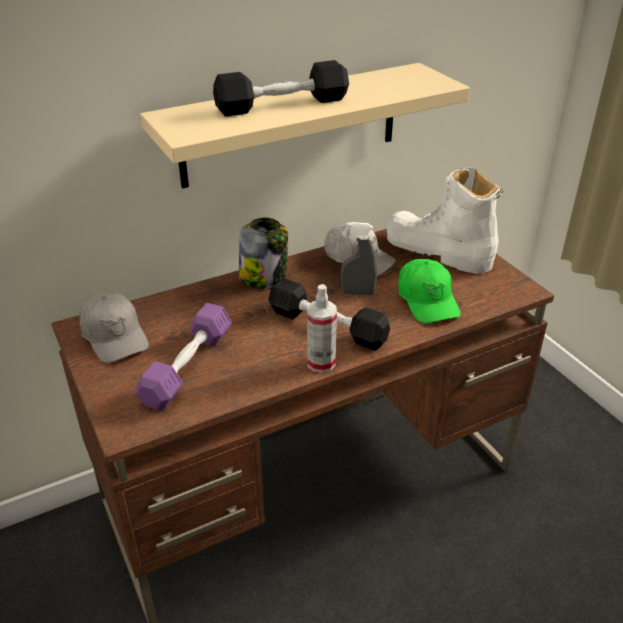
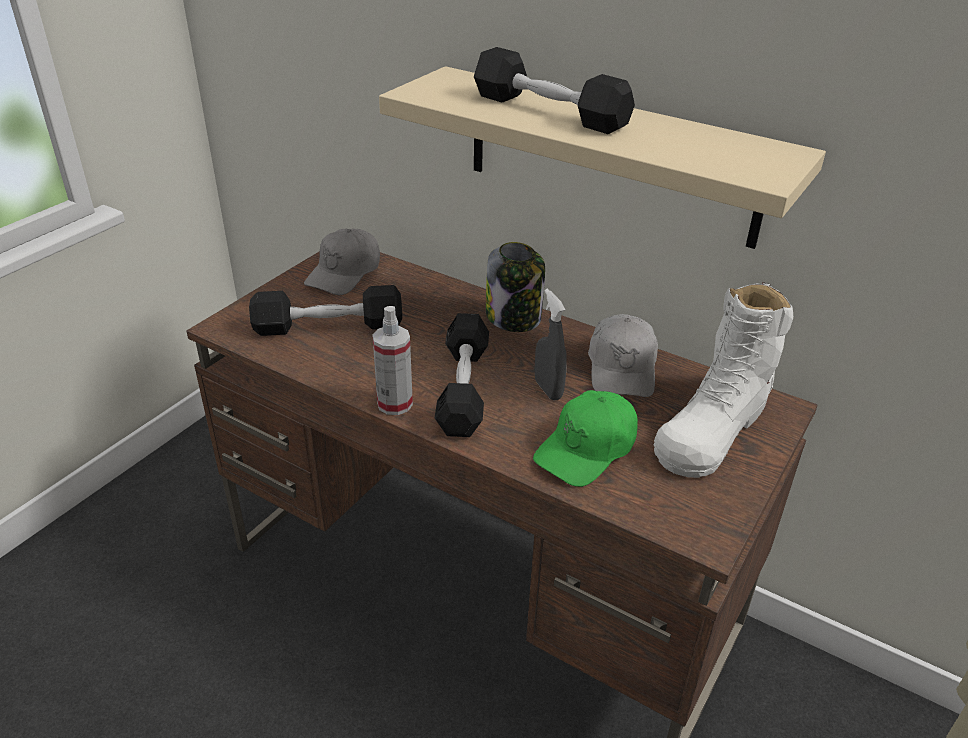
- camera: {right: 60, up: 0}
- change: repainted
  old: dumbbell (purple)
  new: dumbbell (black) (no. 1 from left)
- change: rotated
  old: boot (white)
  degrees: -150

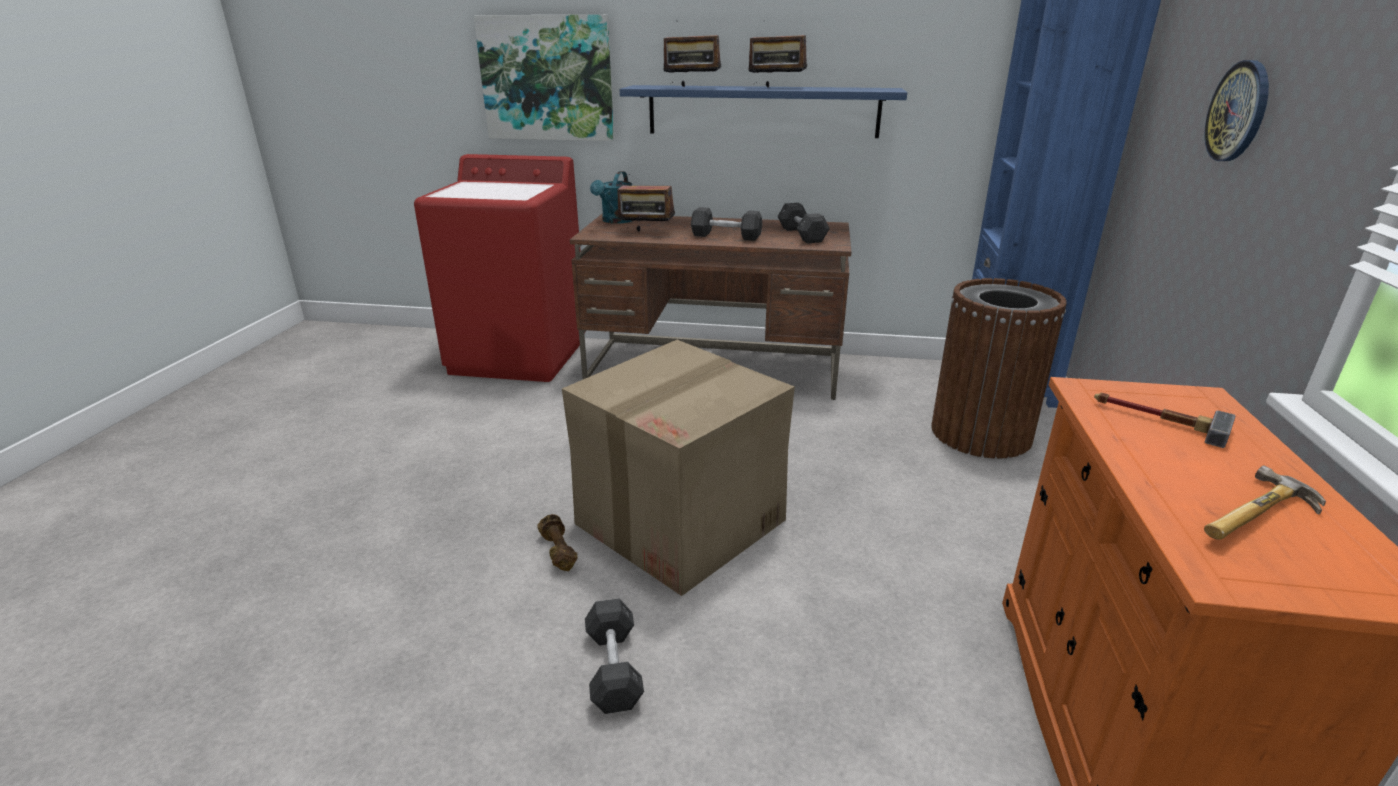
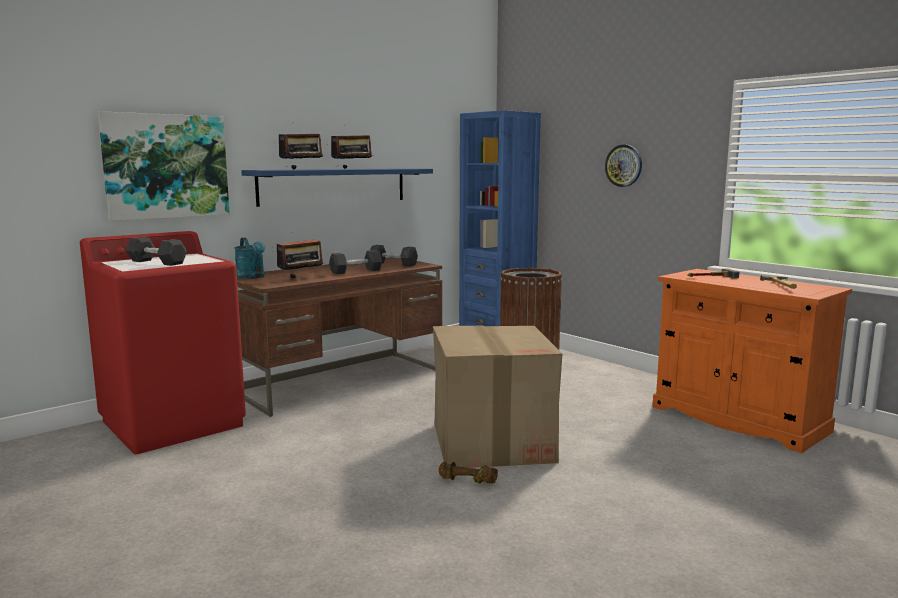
- camera: {right: -50, up: -15}
- change: shifted
  old: dumbbell (grey) (no. 1 from left)

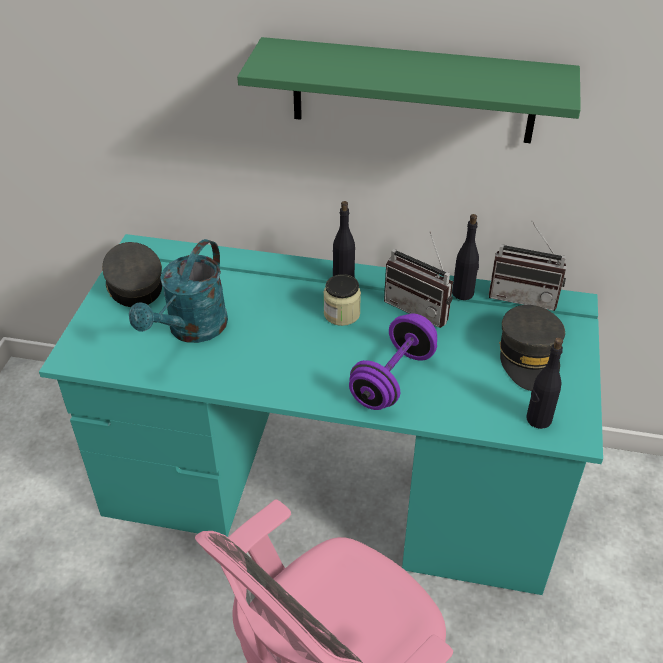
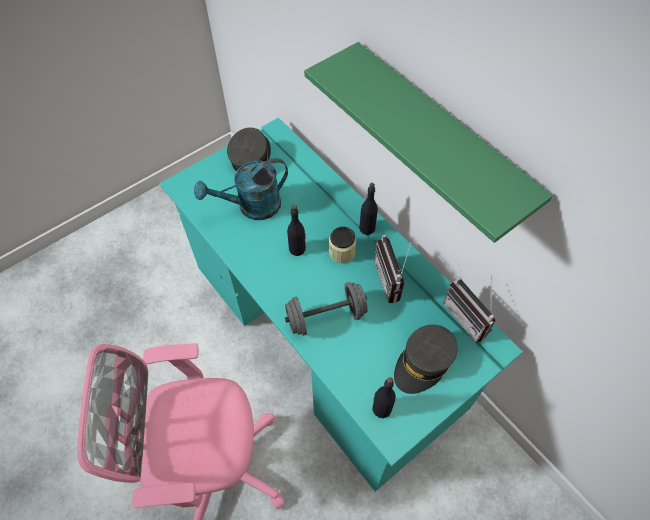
- camera: {right: 40, up: 15}
- change: shifted
  old: bottle (black) (no. 2 from left in the first image)
  new: bottle (black) (no. 1 from left)
- change: repainted
  old: dumbbell (purple)
  new: dumbbell (grey)

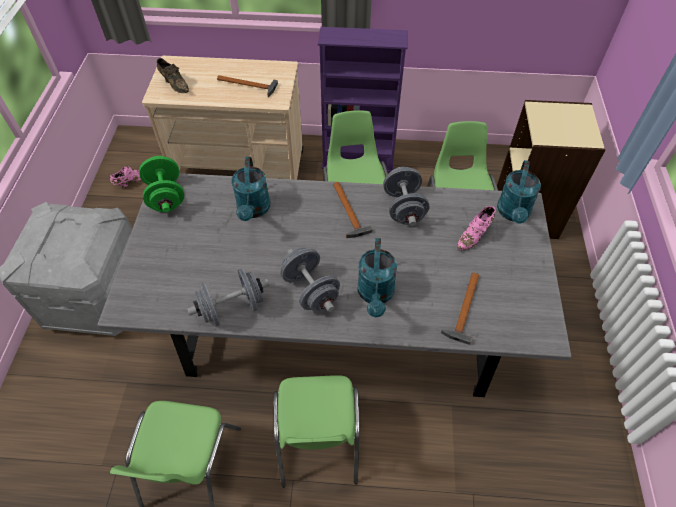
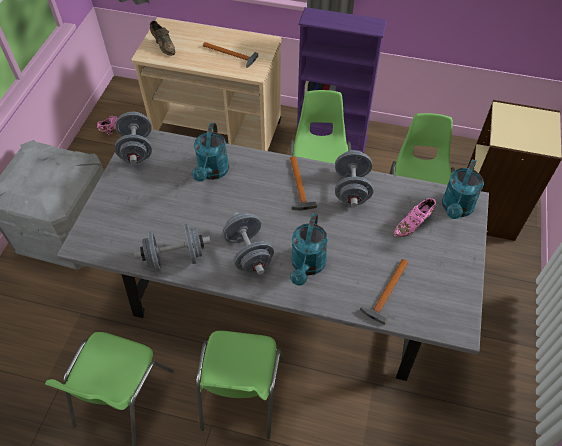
- camera: {right: 10, up: 0}
- change: repainted
  old: dumbbell (green)
  new: dumbbell (grey) (no. 1 from left)

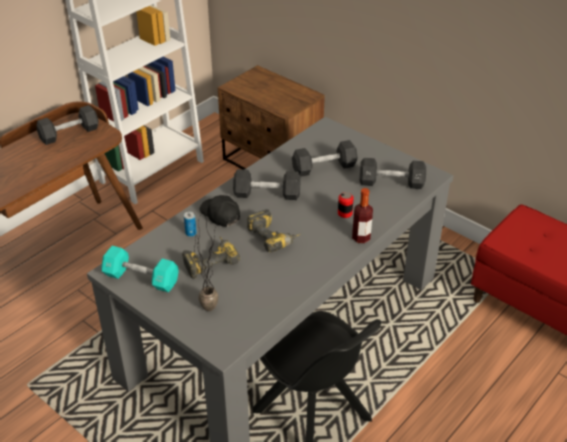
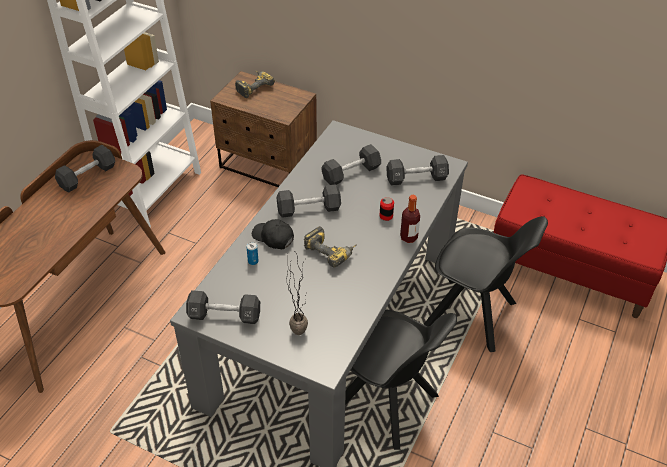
- camera: {right: -15, up: 5}
- change: new
  new: chair (black) (no. 2 from left)
- change: shifted
  old: power drill (no. 1 from left)
- change: repainted
  old: dumbbell (turquoise)
  new: dumbbell (black) (no. 2 from left)

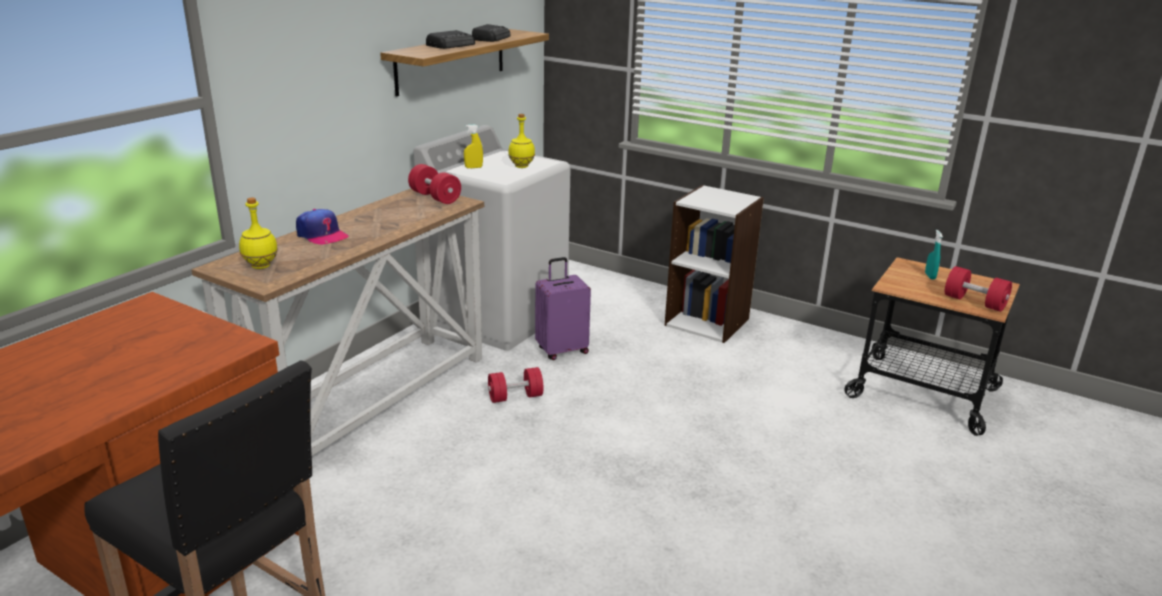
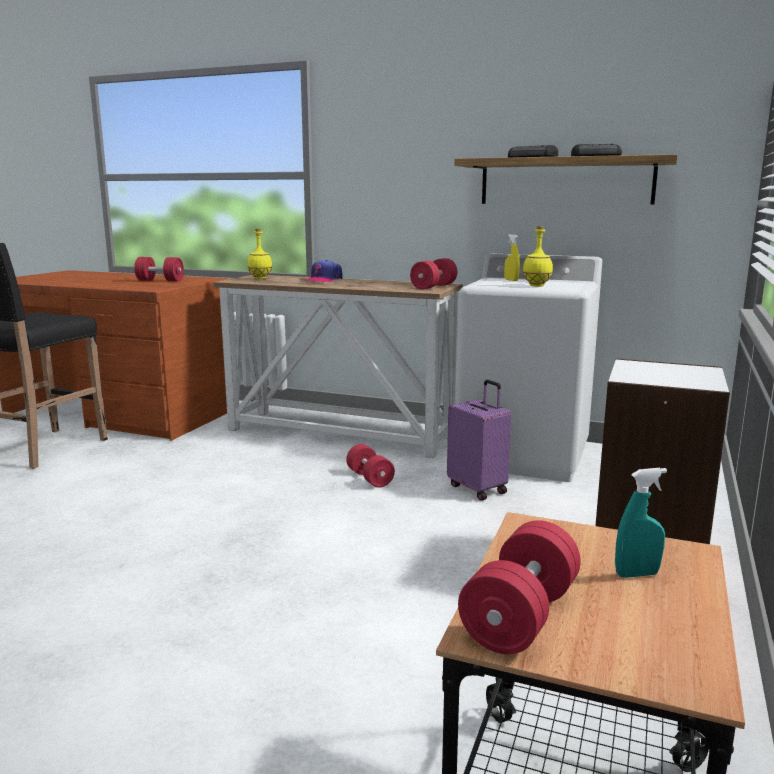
- camera: {right: 80, up: -10}
- change: new
  new: dumbbell (red) (no. 1 from left)

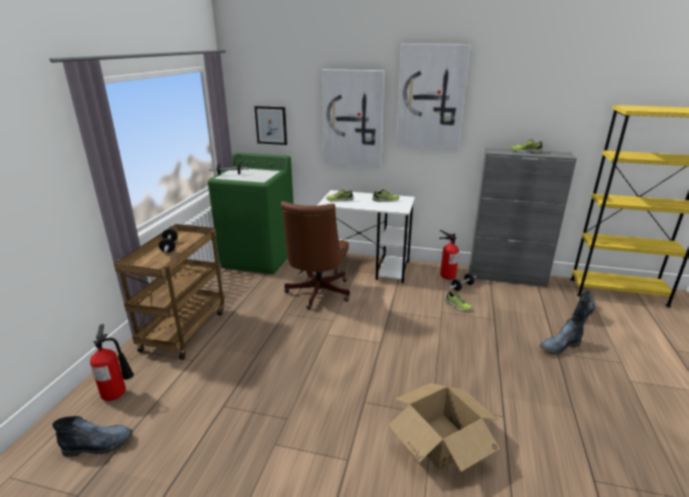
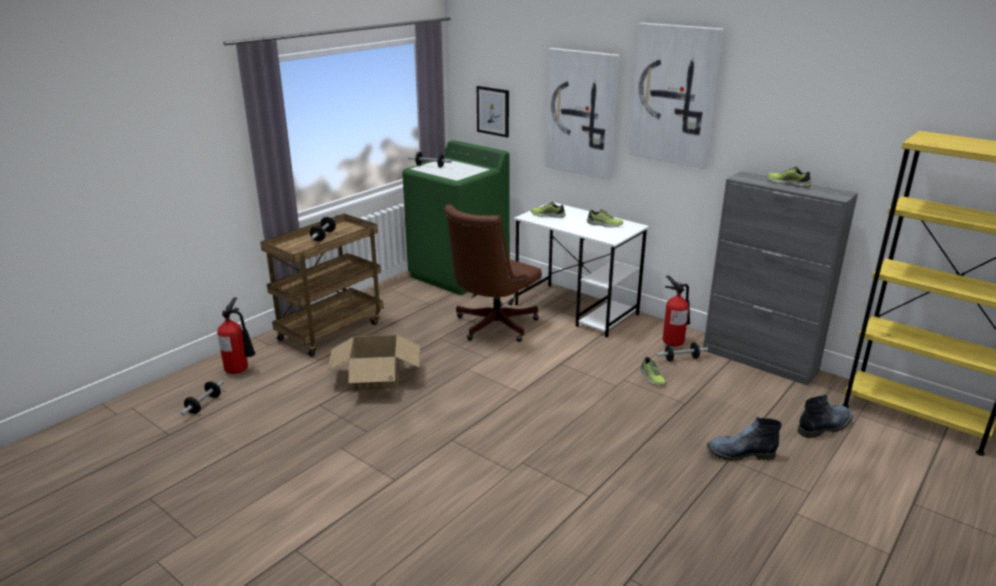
- camera: {right: 25, up: 0}
- change: shifted
  old: cardboard box
- change: swapped
  old: boot (no. 1 from left)
  new: dumbbell (no. 1 from left)

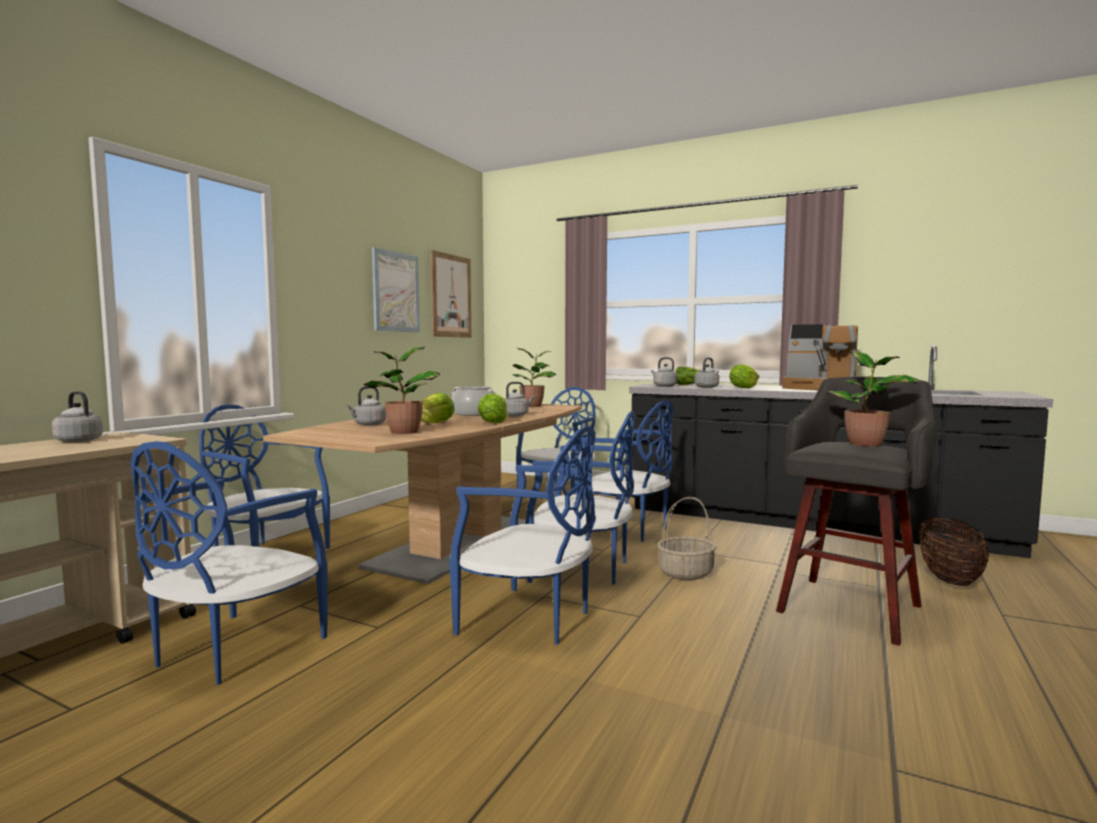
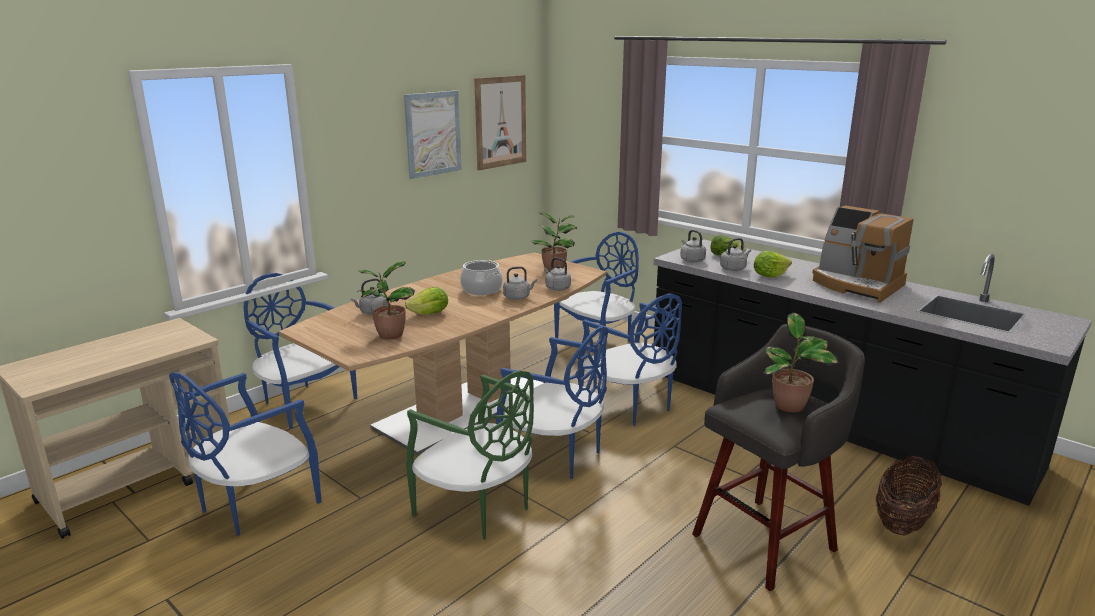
- camera: {right: 15, up: 15}
- change: gone
  old: lettuce (no. 2 from left)
- change: gone
  old: basket (no. 1 from left)
- change: shifted
  old: kettle (grey) (no. 1 from left in the first image)
  new: kettle (grey) (no. 3 from left)
- change: repainted
  old: chair (blue) (no. 3 from left)
  new: chair (green)

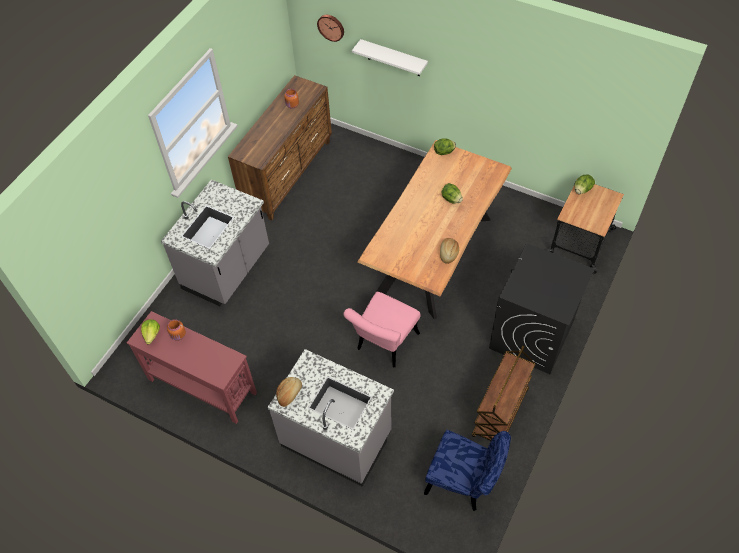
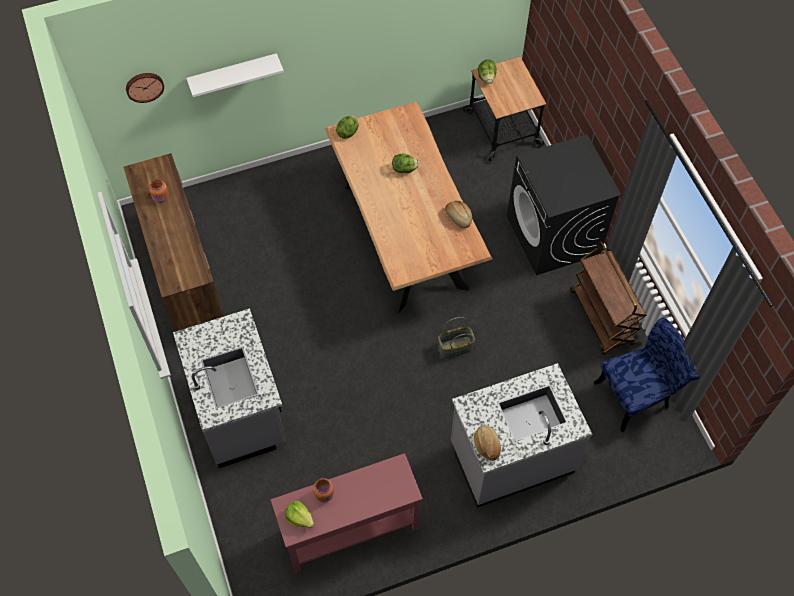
- camera: {right: -50, up: 5}
- change: swapped
  old: chair (pink)
  new: basket

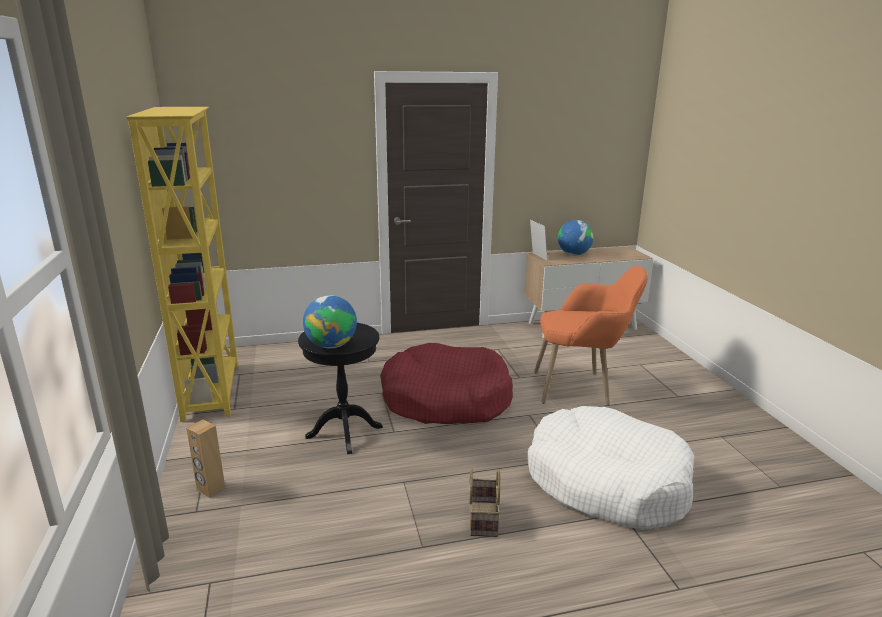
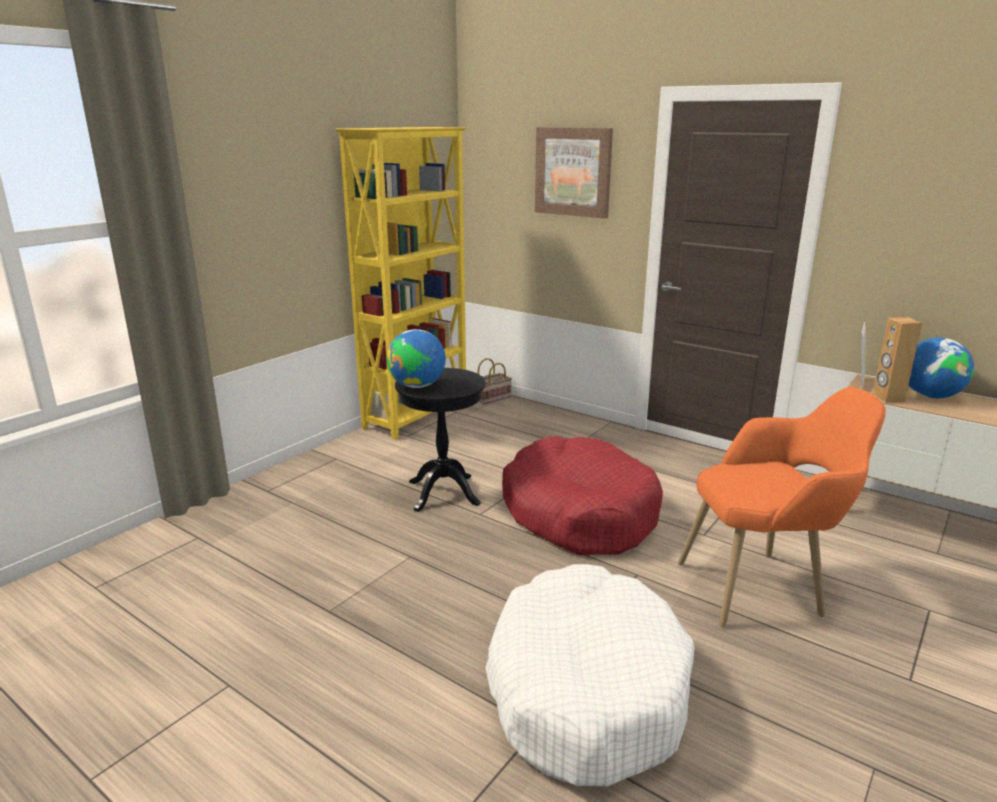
- camera: {right: 50, up: 0}
- change: new
  new: picture
- change: shifted
  old: speaker (brown)
- change: shifted
  old: basket
- change: rotated
  old: armchair (orange)
  degrees: -60

